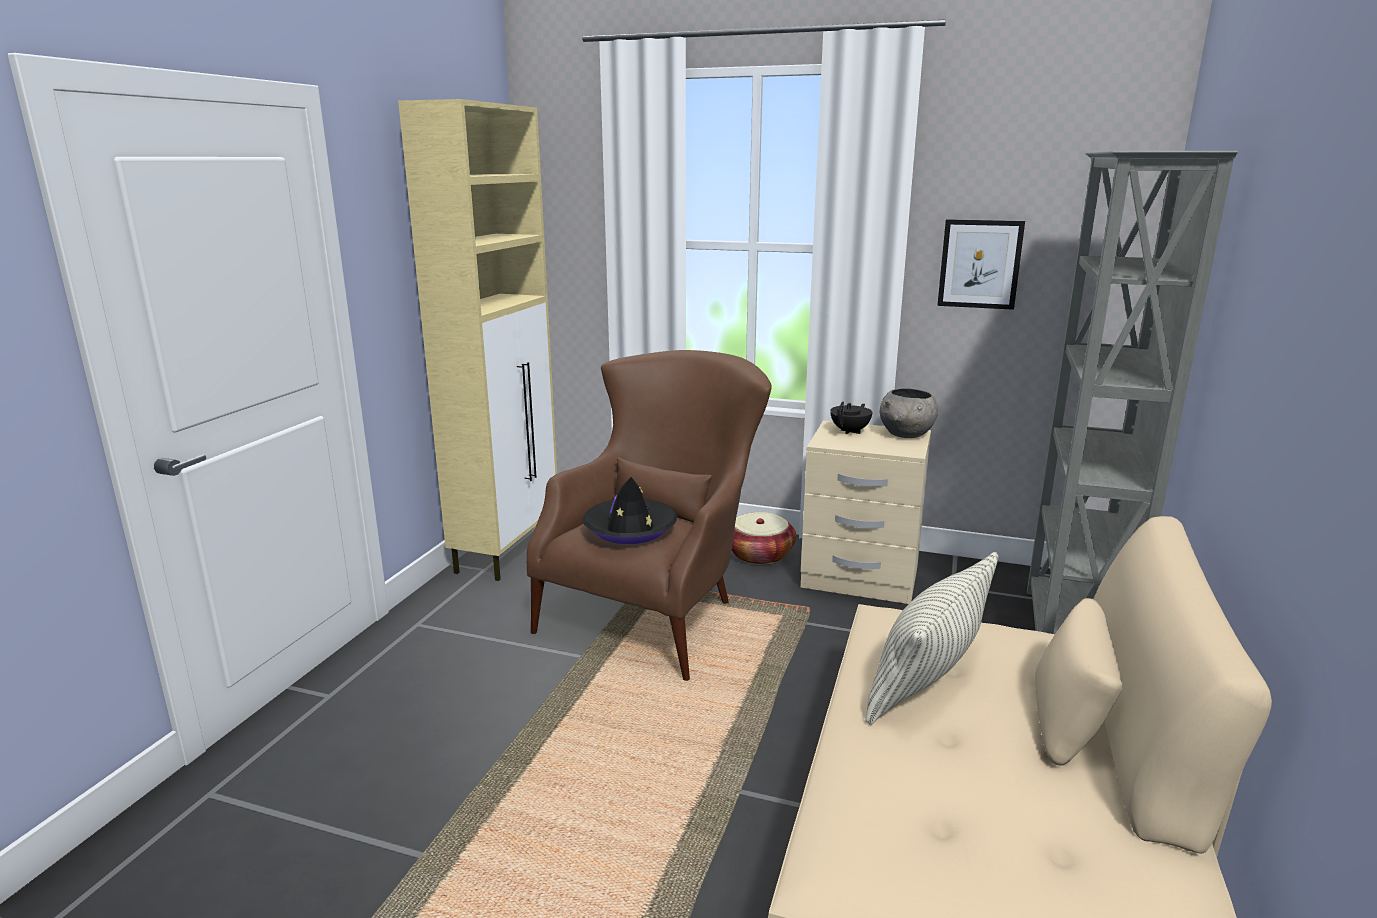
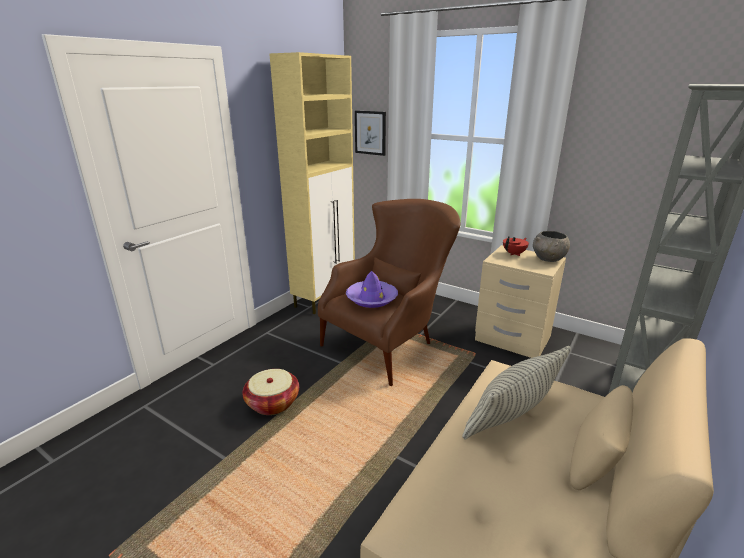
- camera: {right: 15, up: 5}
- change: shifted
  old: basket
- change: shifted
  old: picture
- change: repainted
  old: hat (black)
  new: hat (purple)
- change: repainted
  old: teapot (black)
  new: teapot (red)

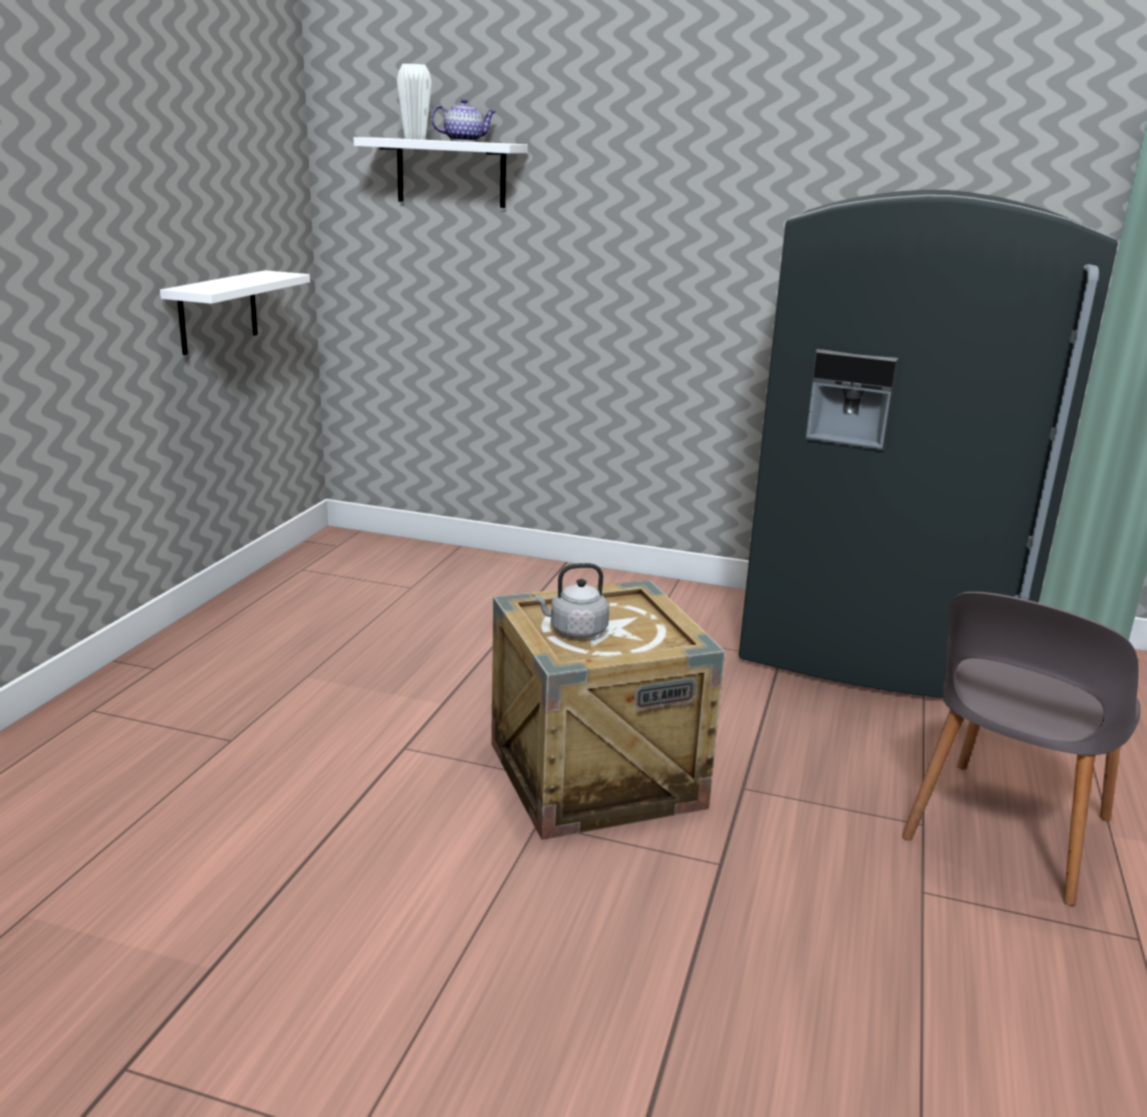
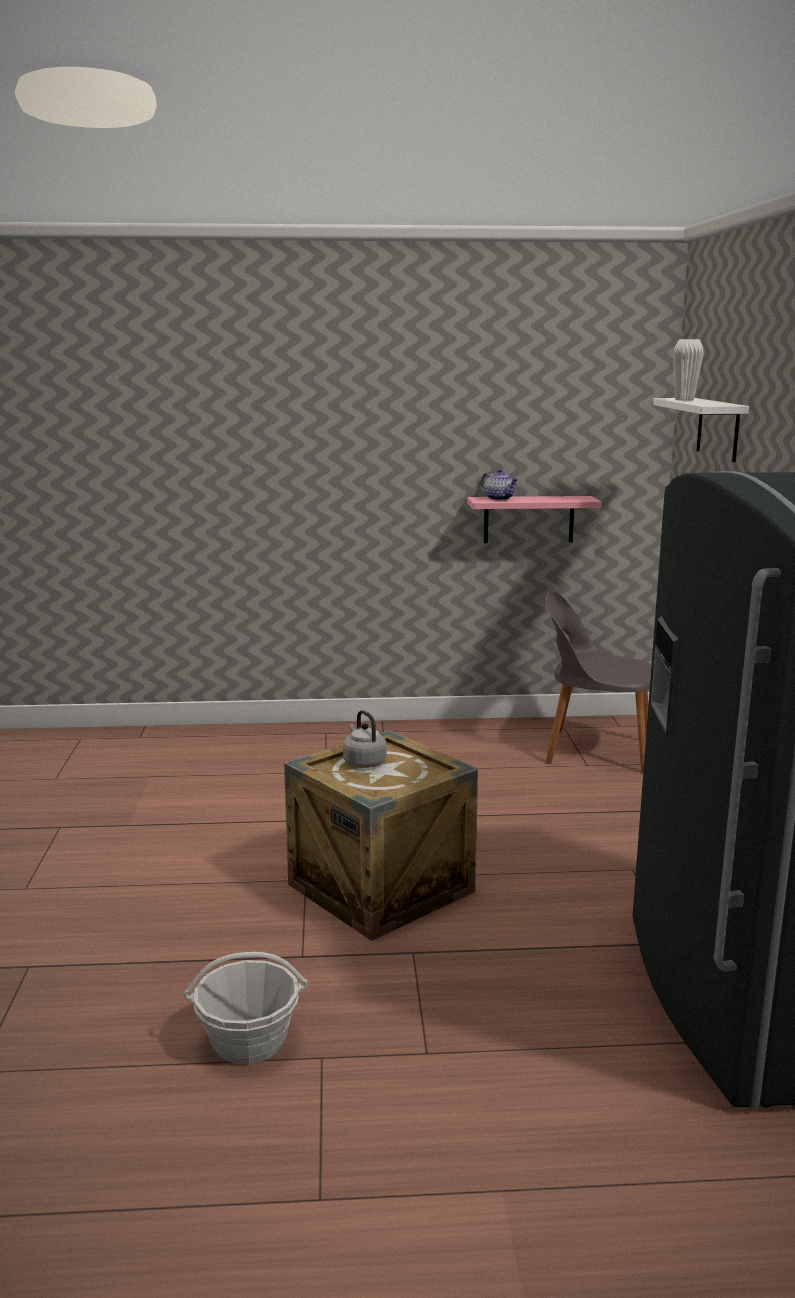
- camera: {right: 70, up: -5}
- change: new
  new: basket
- change: shifted
  old: teapot
- change: shifted
  old: chair (grey)
- change: repainted
  old: shelf (white) (no. 1 from left)
  new: shelf (pink)

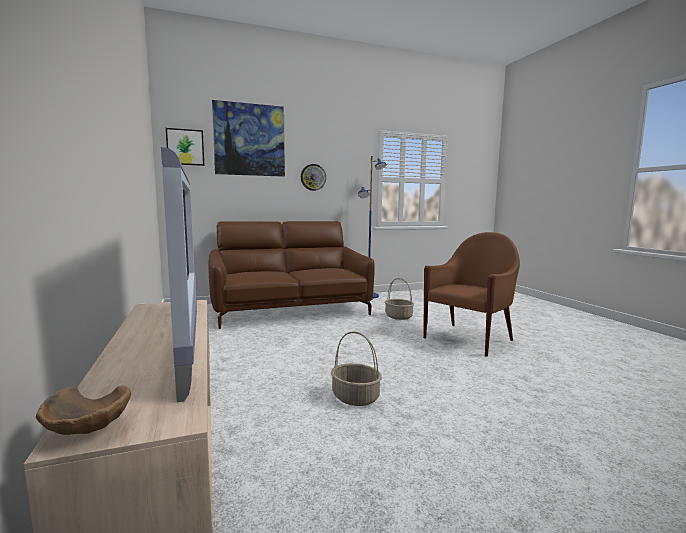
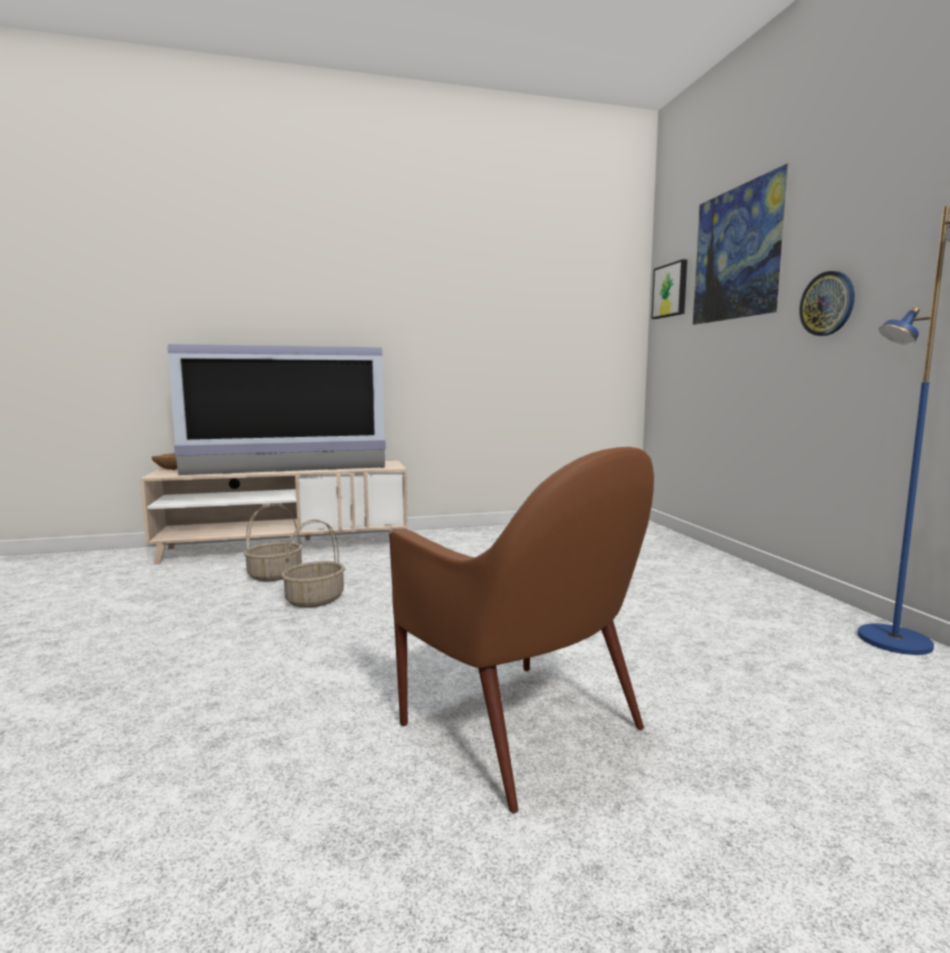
- camera: {right: 95, up: 0}
- change: gone
  old: sofa (brown)
- change: shifted
  old: basket (no. 2 from left in the first image)
  new: basket (no. 1 from left)

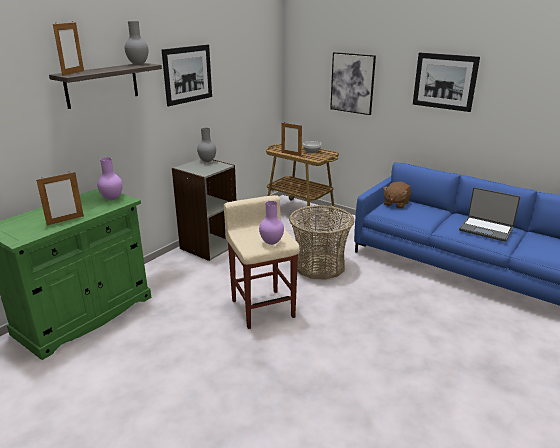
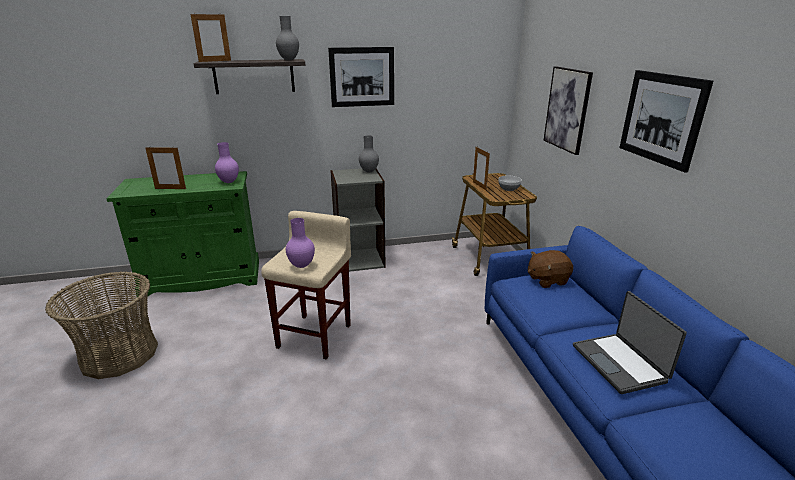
- camera: {right: 40, up: 0}
- change: shifted
  old: basket

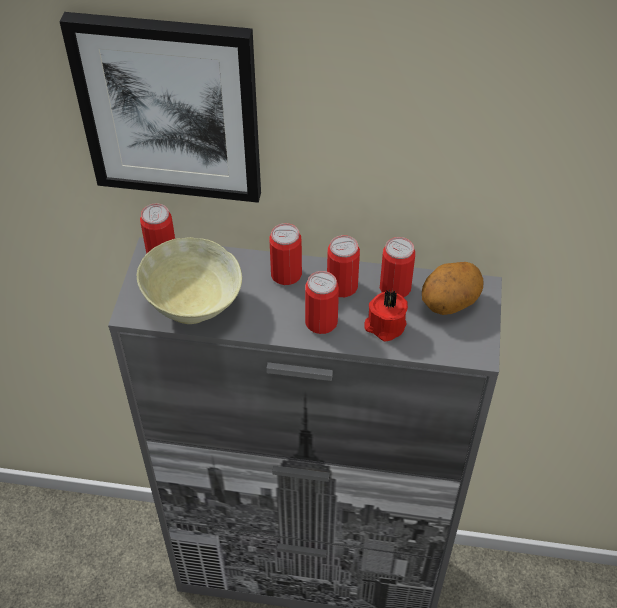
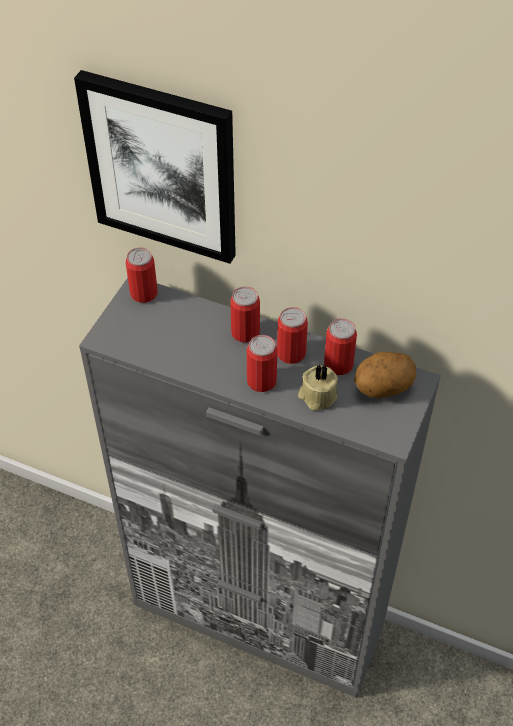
- camera: {right: 15, up: 0}
- change: gone
  old: bowl (beige)
- change: repainted
  old: candle (red)
  new: candle (beige)

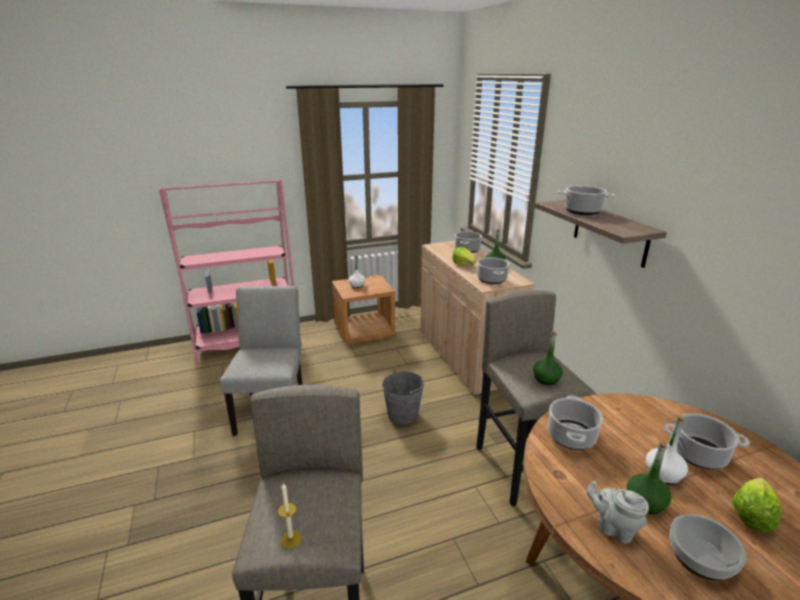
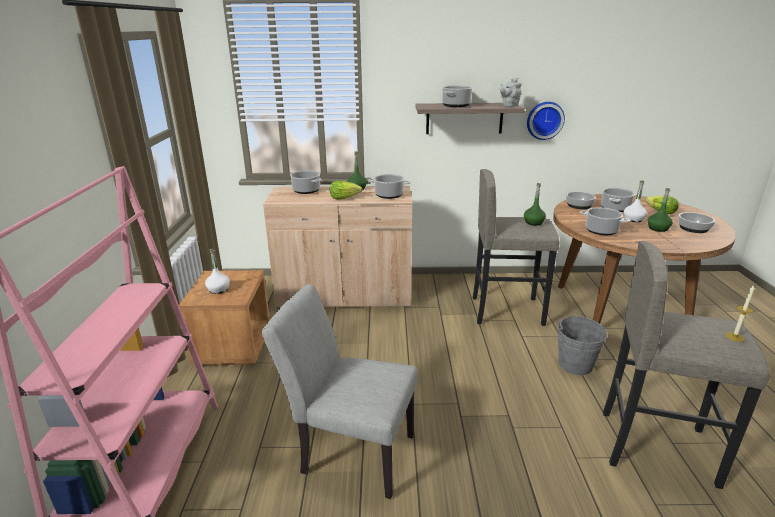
- camera: {right: -70, up: 0}
- change: new
  new: wall clock
- change: new
  new: bowl (no. 1 from left)
- change: shifted
  old: bucket (grey)
- change: shifted
  old: teapot (grey)

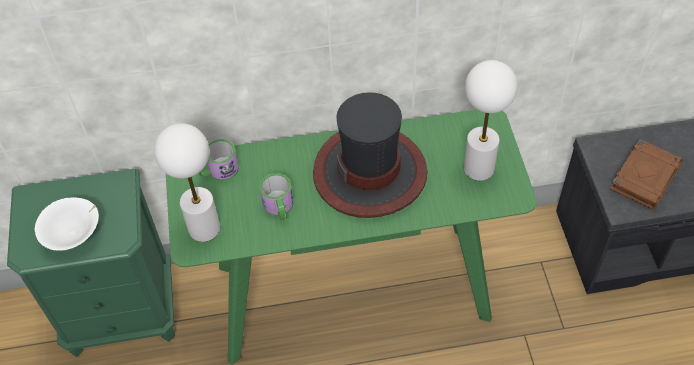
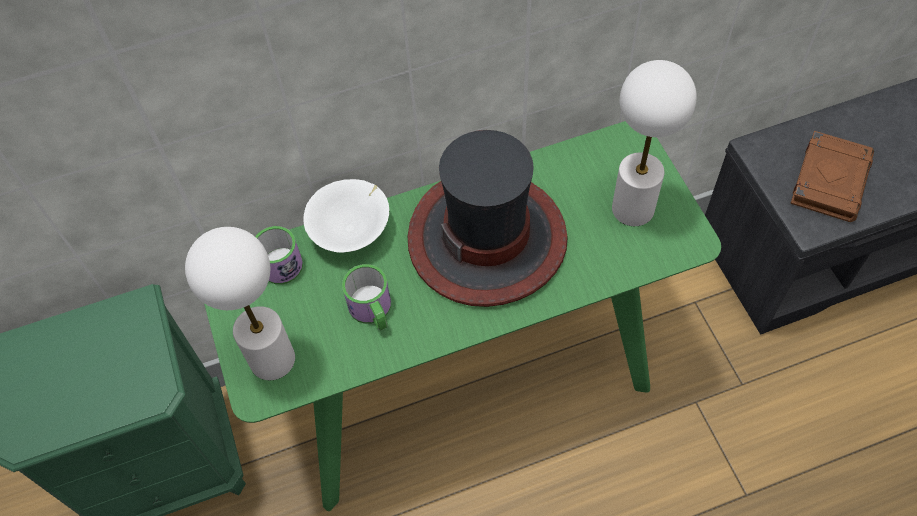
- camera: {right: -10, up: 5}
- change: shifted
  old: bowl (white)

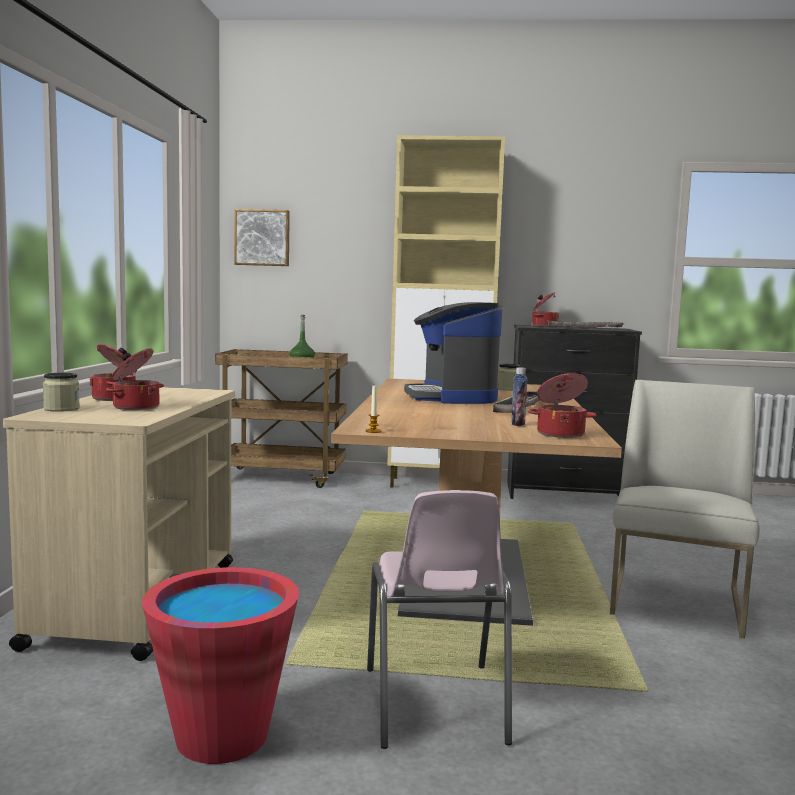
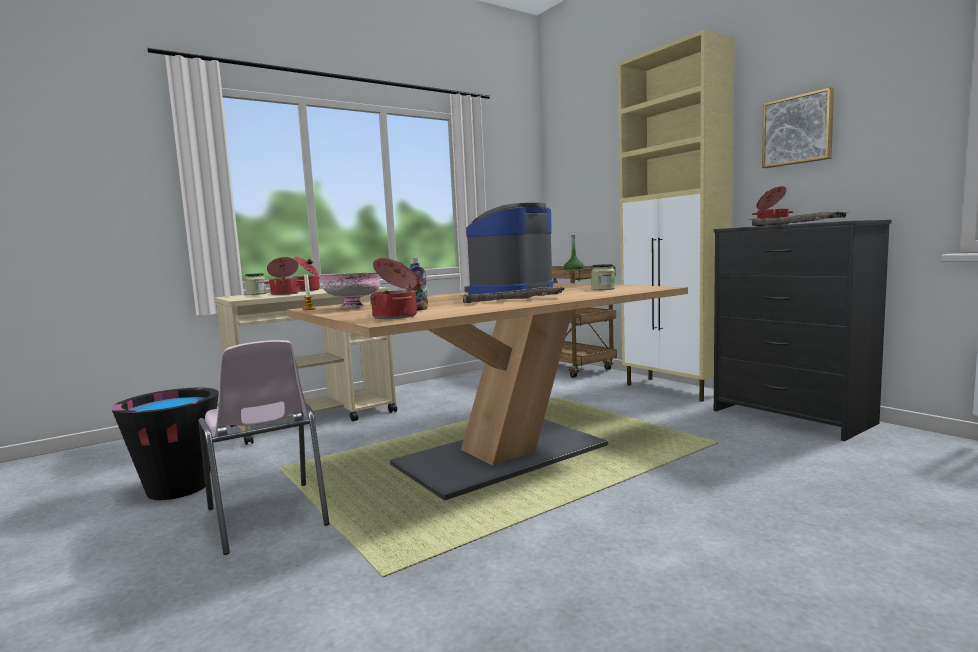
- camera: {right: 50, up: 0}
- change: gone
  old: chair (white)
- change: new
  new: bowl (pink)
- change: shifted
  old: picture
- change: repainted
  old: bucket (red)
  new: bucket (black)
- change: rotated
  old: chair (pink)
  degrees: -75

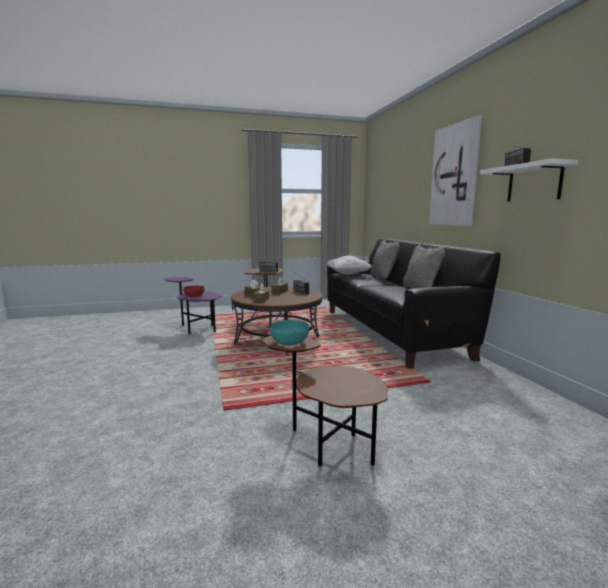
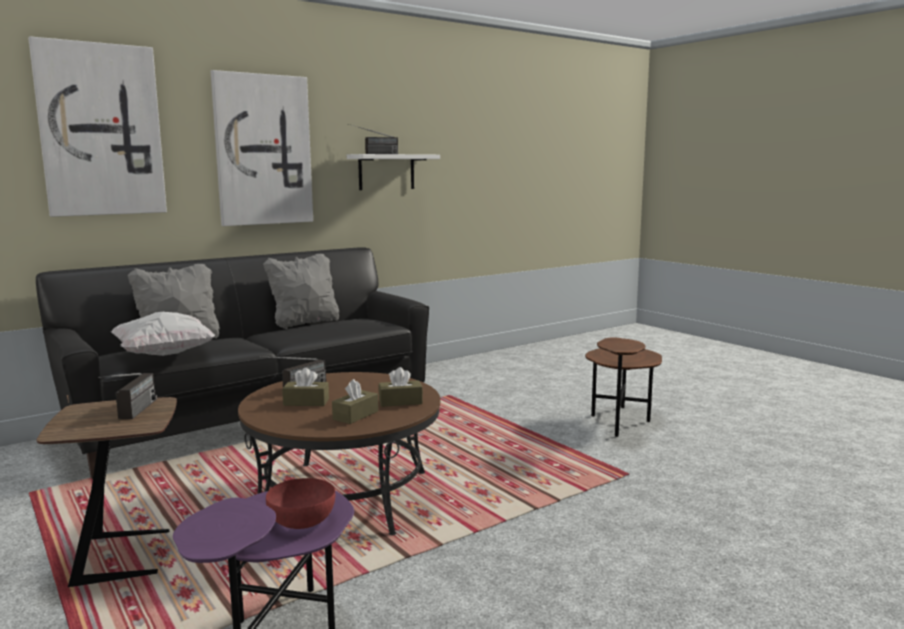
- camera: {right: -110, up: 0}
- change: gone
  old: bowl (turquoise)
- change: new
  new: picture (no. 1 from left)

